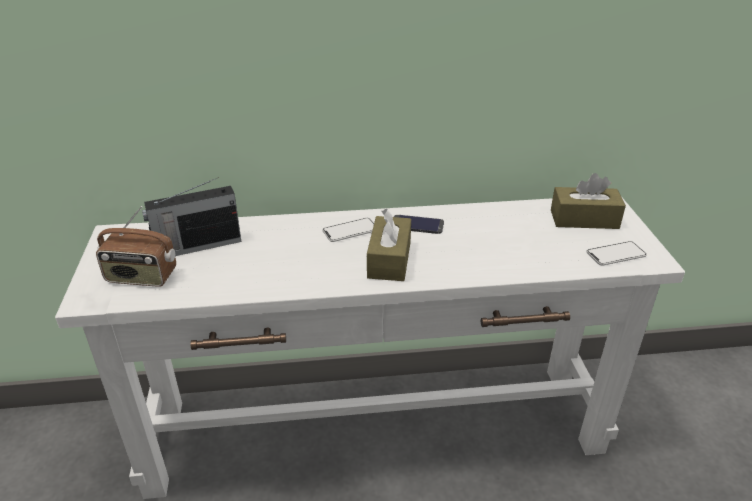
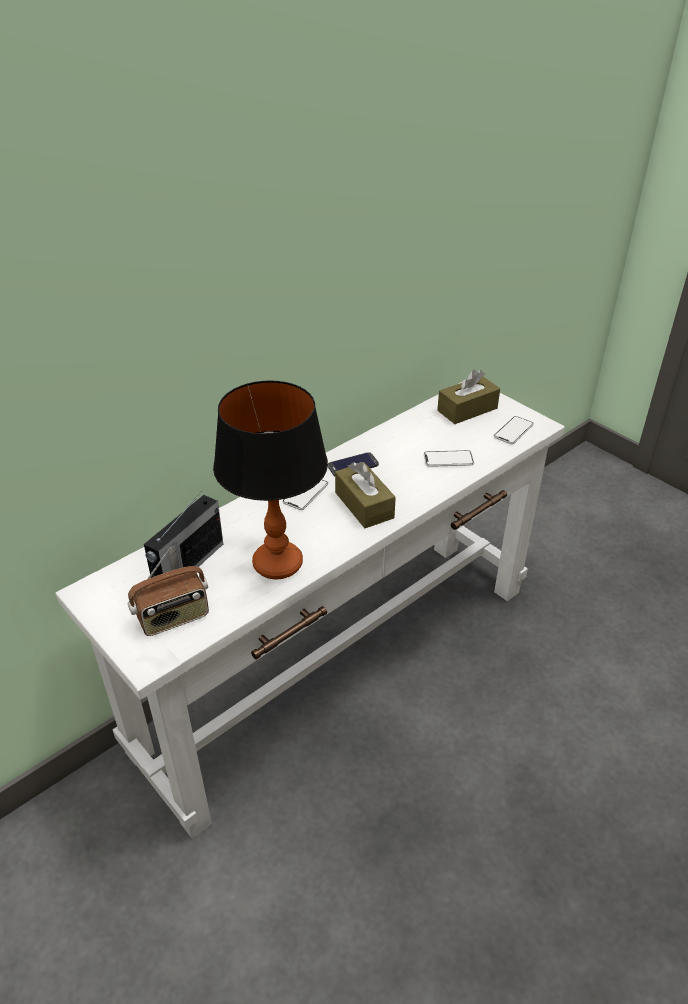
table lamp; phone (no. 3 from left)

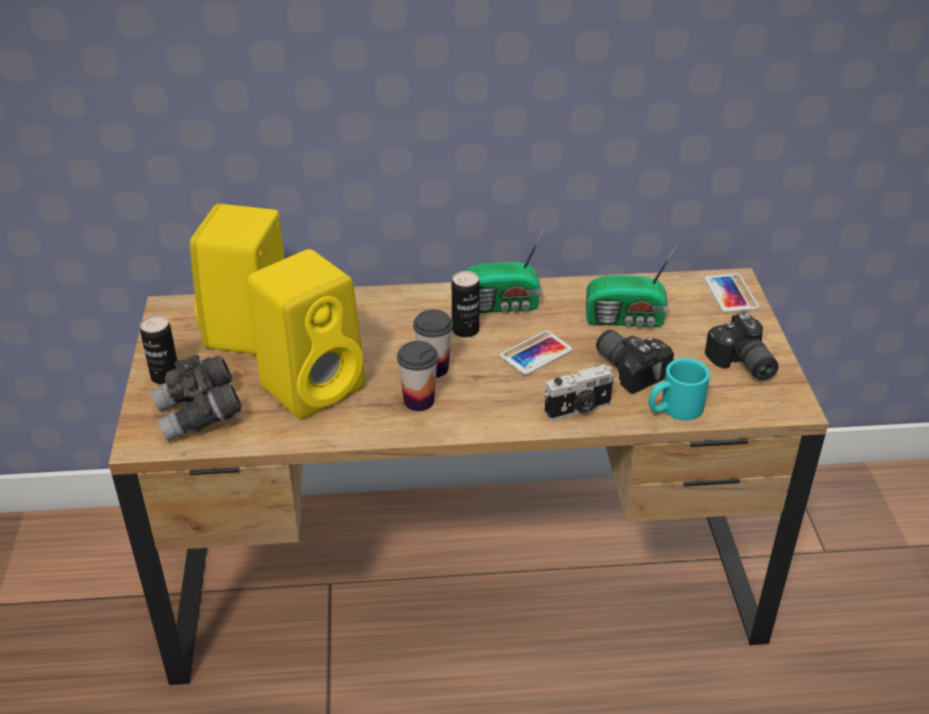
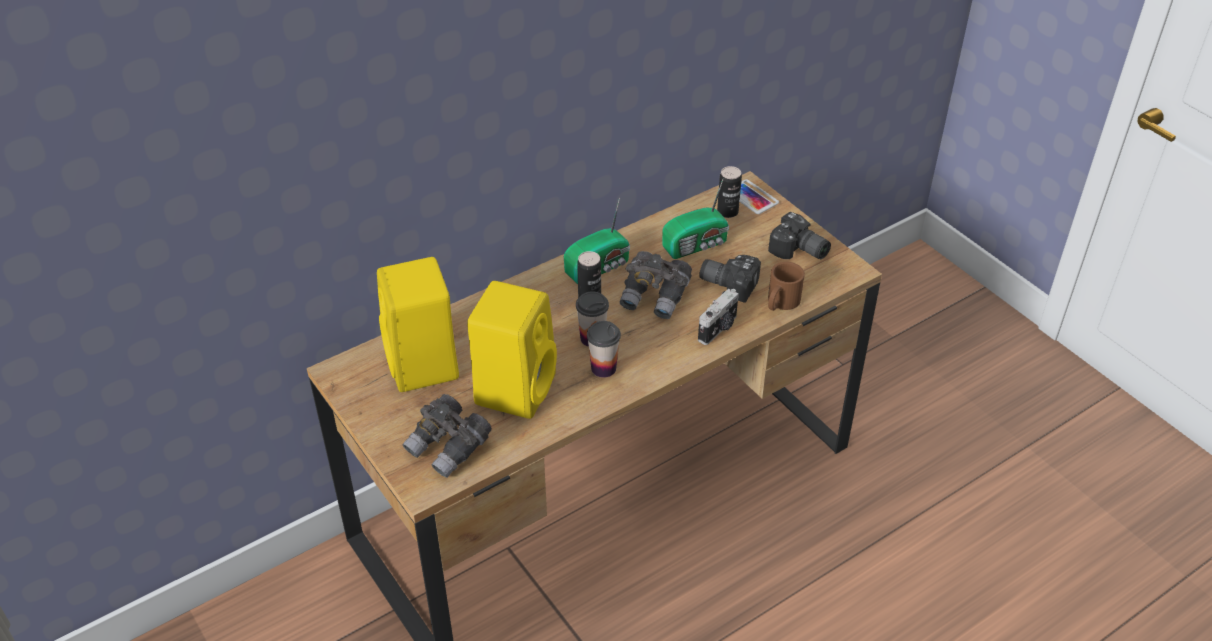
can (no. 2 from left); grey binoculars (no. 2 from left); brown mug

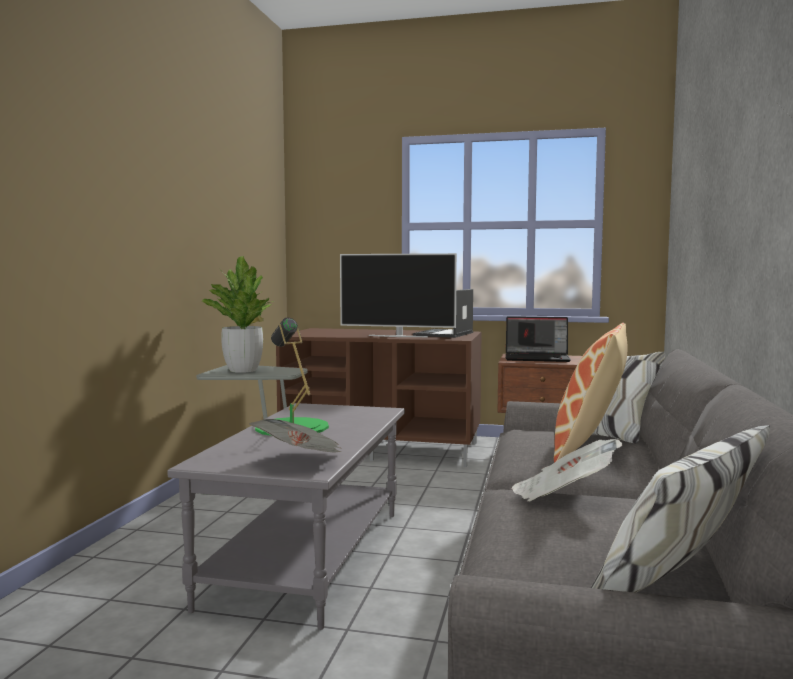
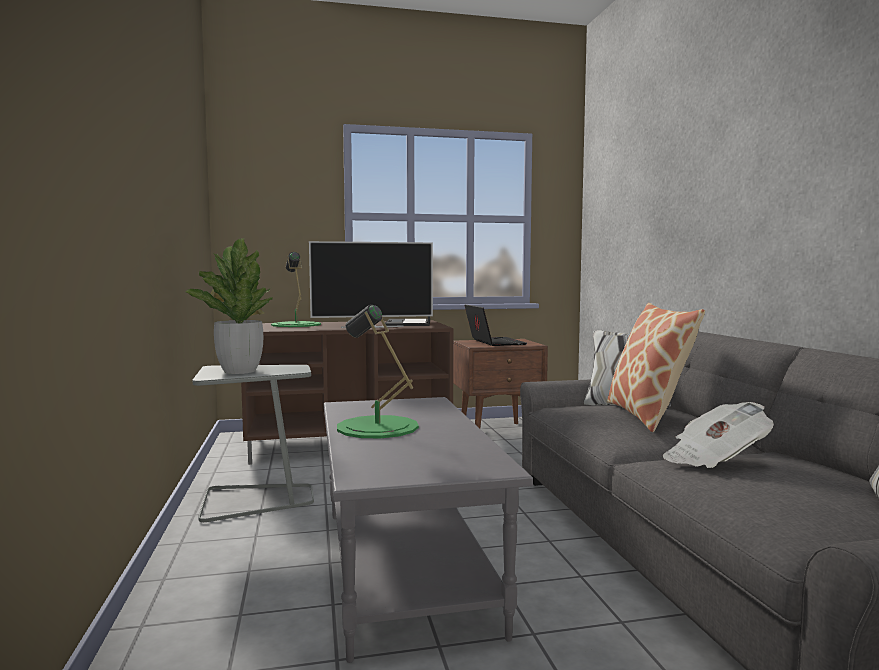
newspaper (no. 1 from left in the first image); green table lamp (no. 1 from left); laptop (no. 2 from left)

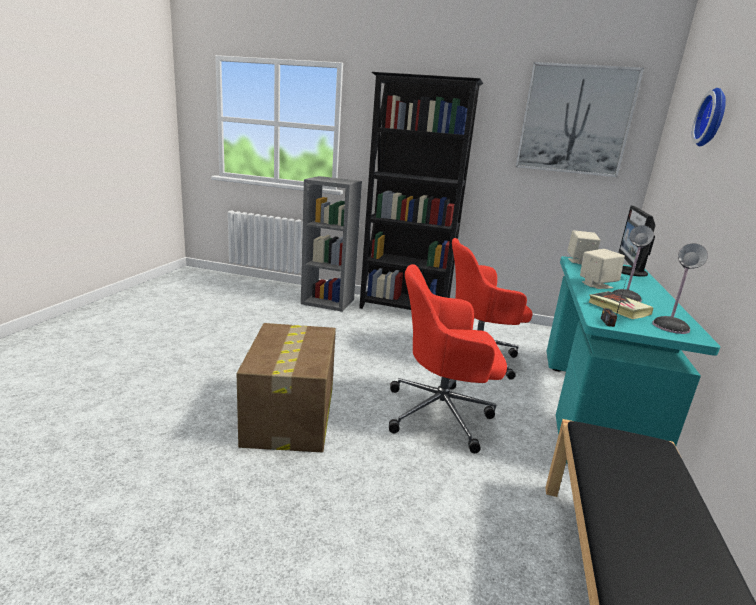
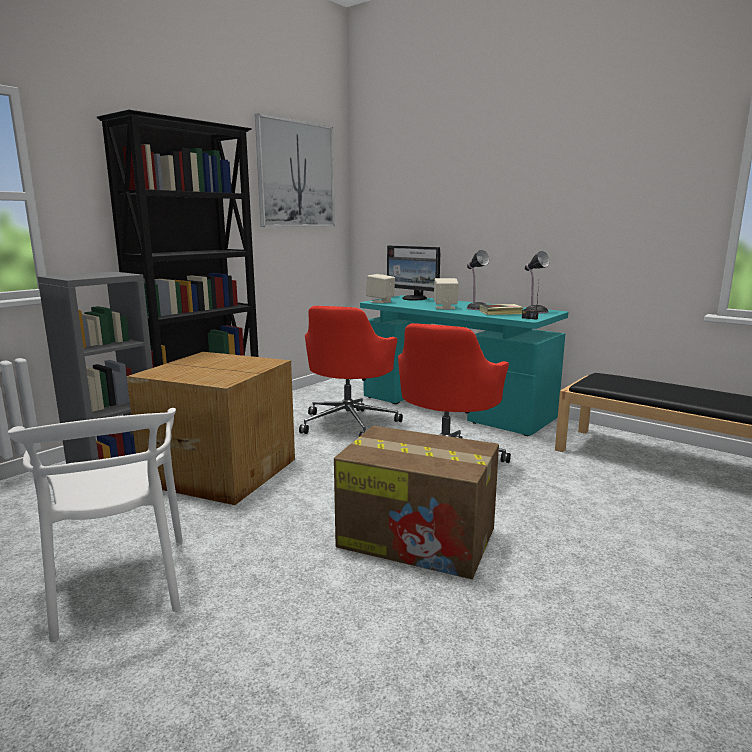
wall clock; white chair; cardboard box (no. 1 from left)

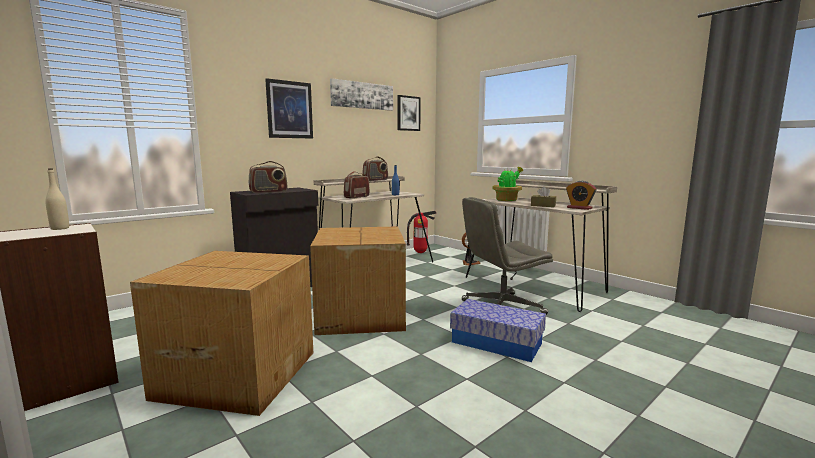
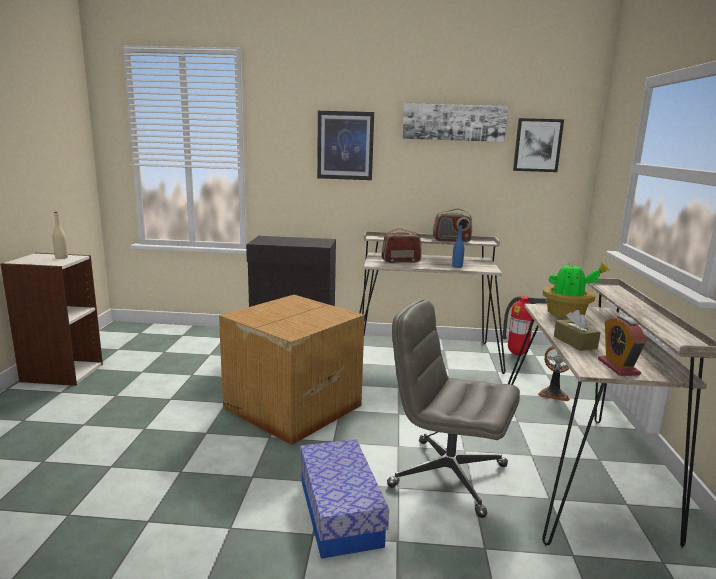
cardboard box (no. 1 from left in the first image); radio (no. 1 from left in the first image)

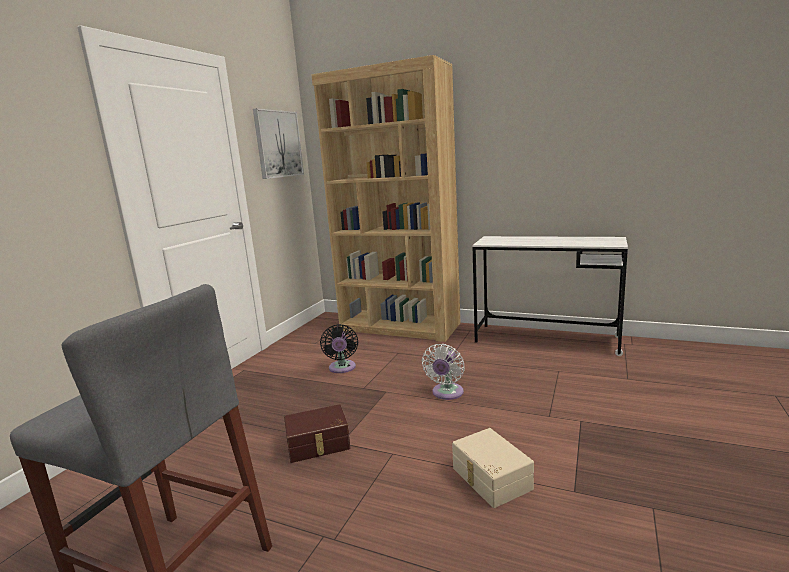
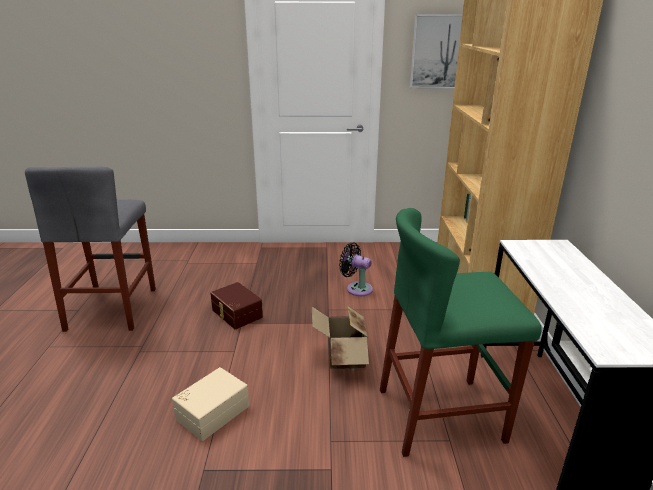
green stool; cardboard box; black fan

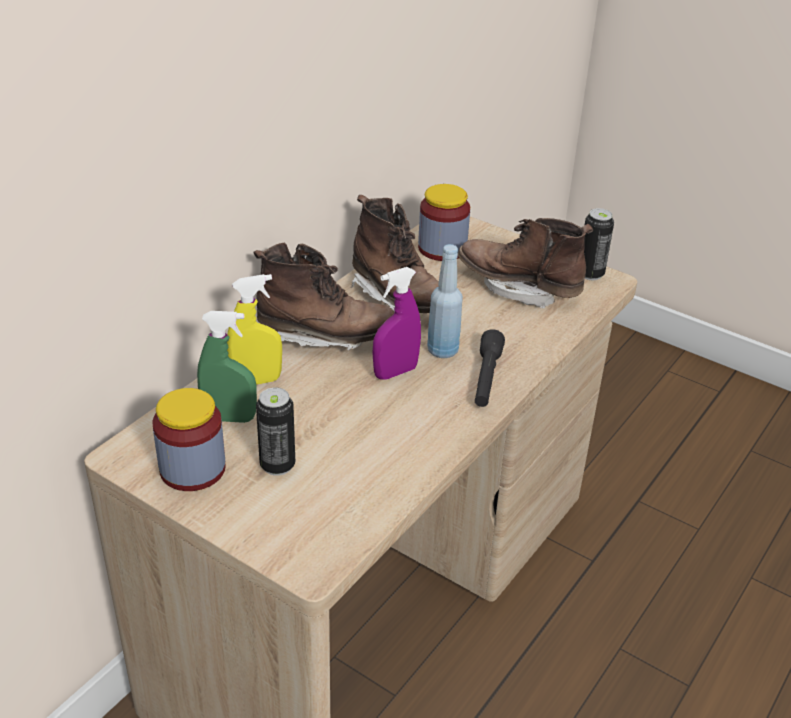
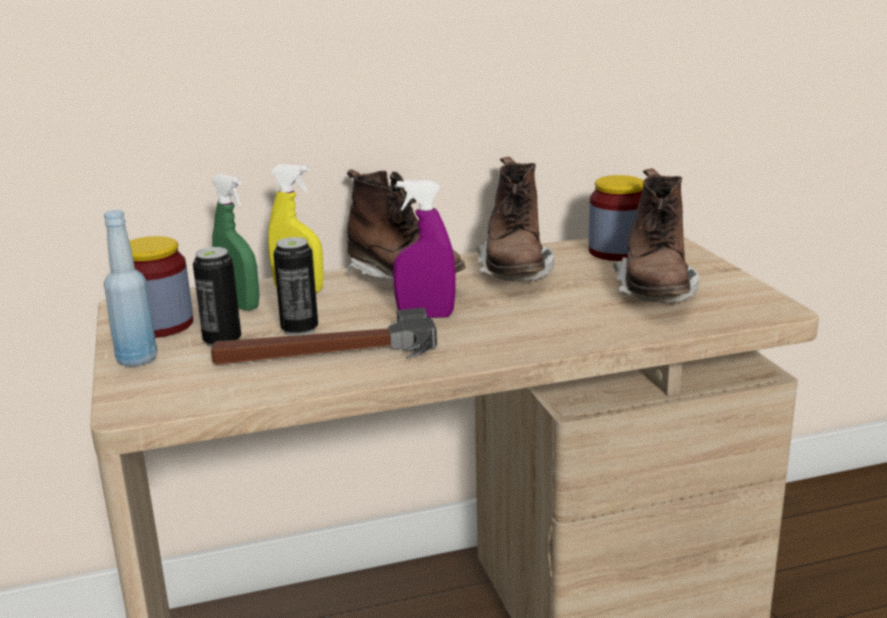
black flashlight; hammer; blue bottle; can (no. 2 from left); brown boot (no. 3 from left)

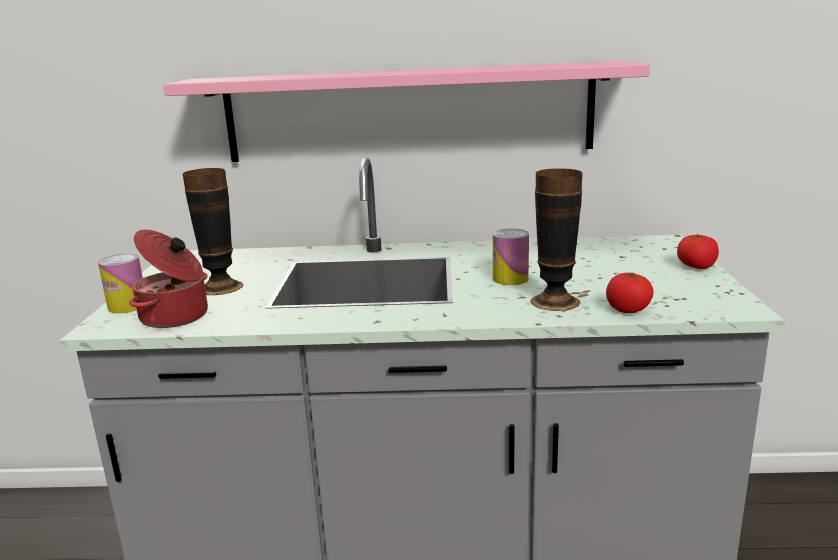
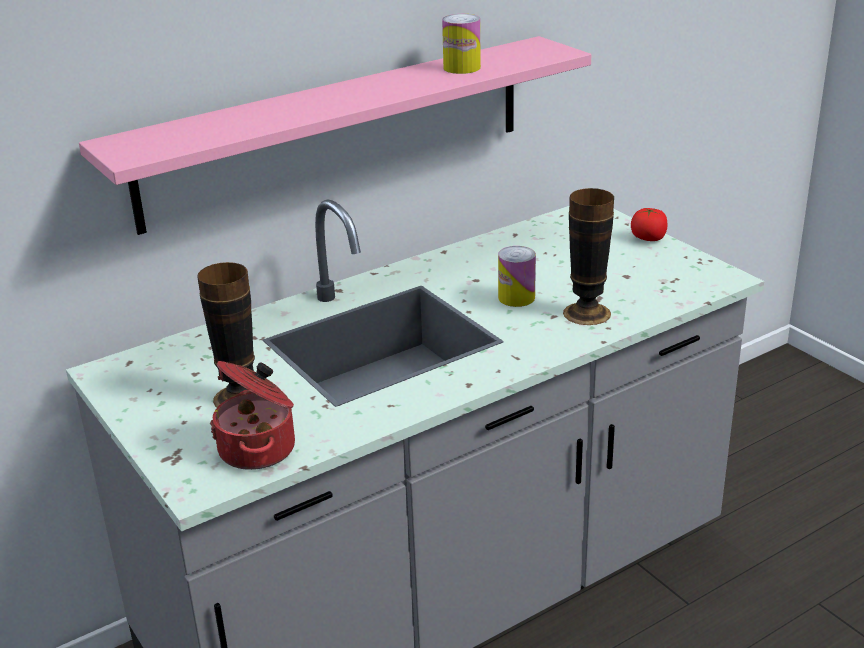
tomato (no. 1 from left in the first image); can (no. 1 from left)

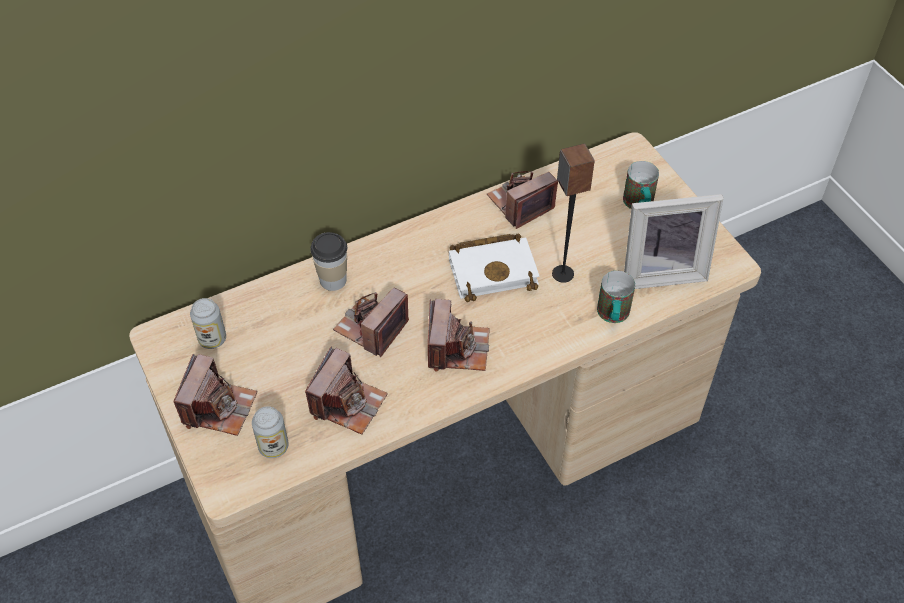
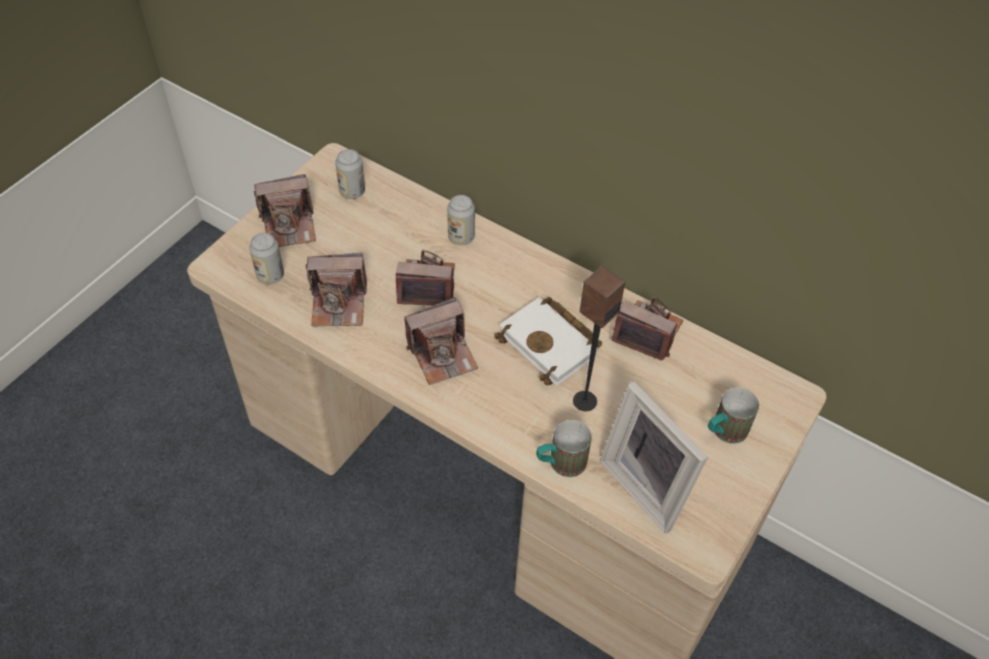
can (no. 3 from left)

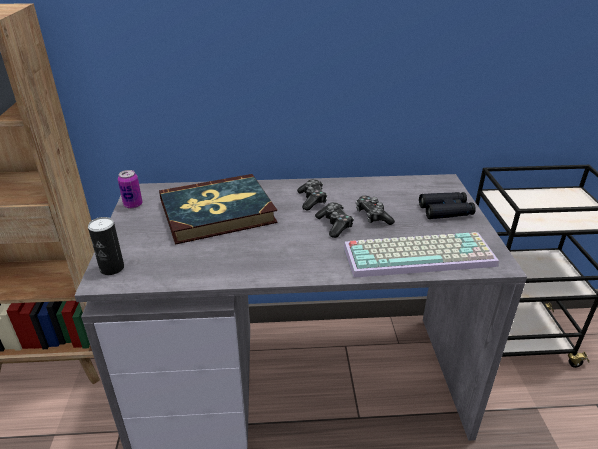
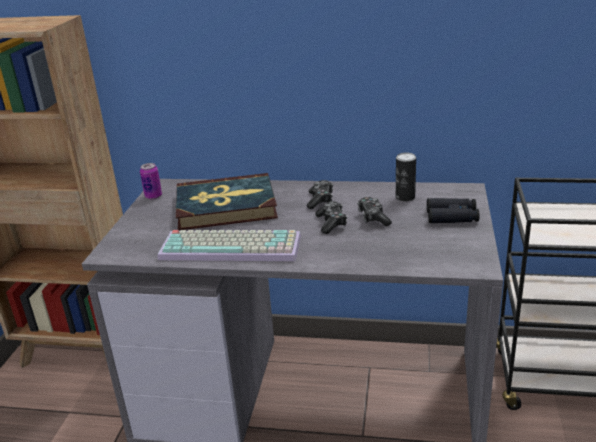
can (no. 2 from left); keyboard

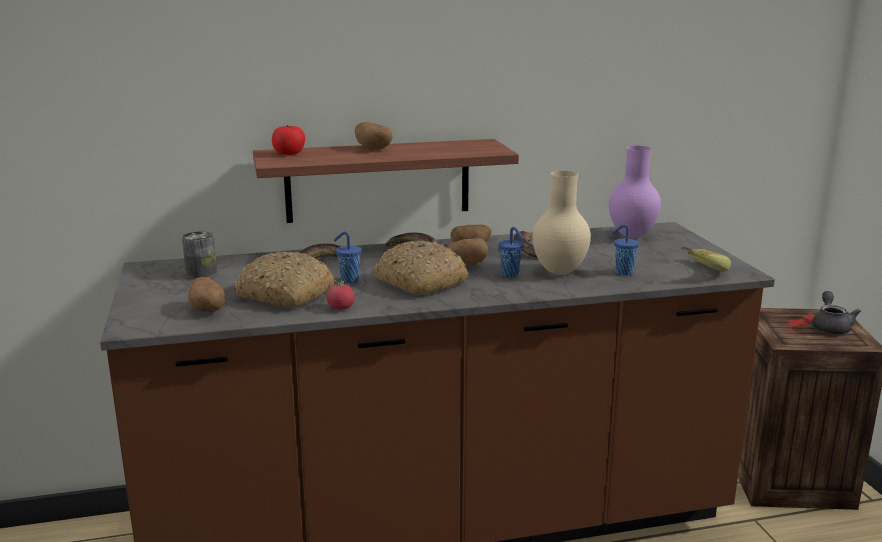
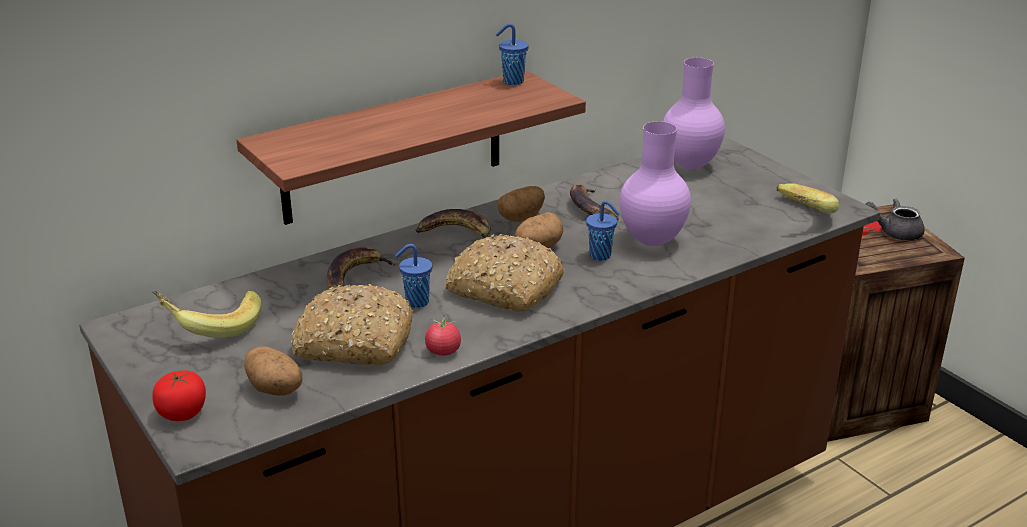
potato (no. 2 from left in the first image); tomato (no. 1 from left); blue cup (no. 2 from left); banana (no. 1 from left); purple vase (no. 1 from left); grey teapot

